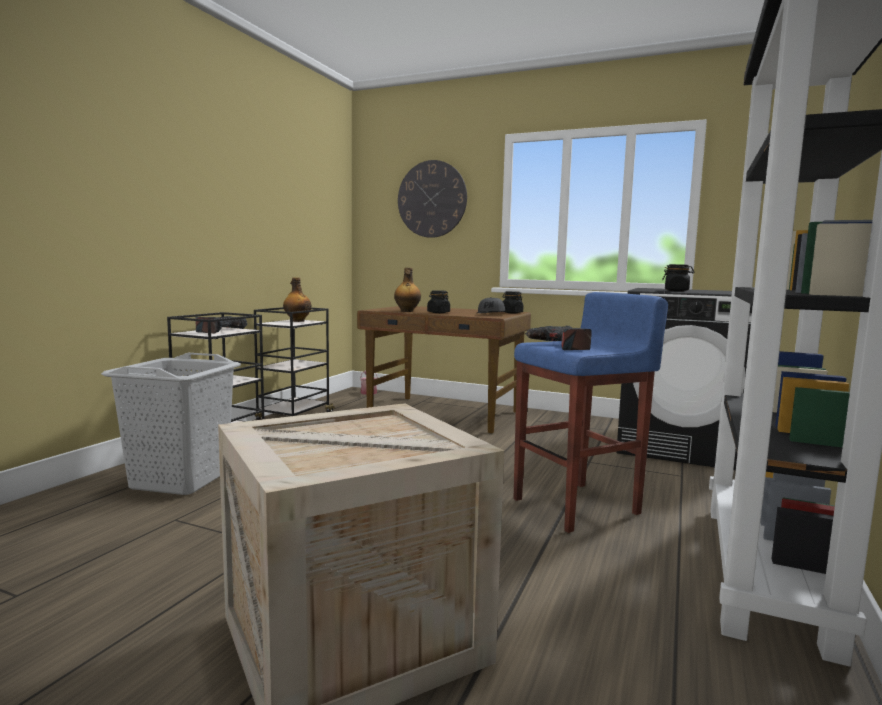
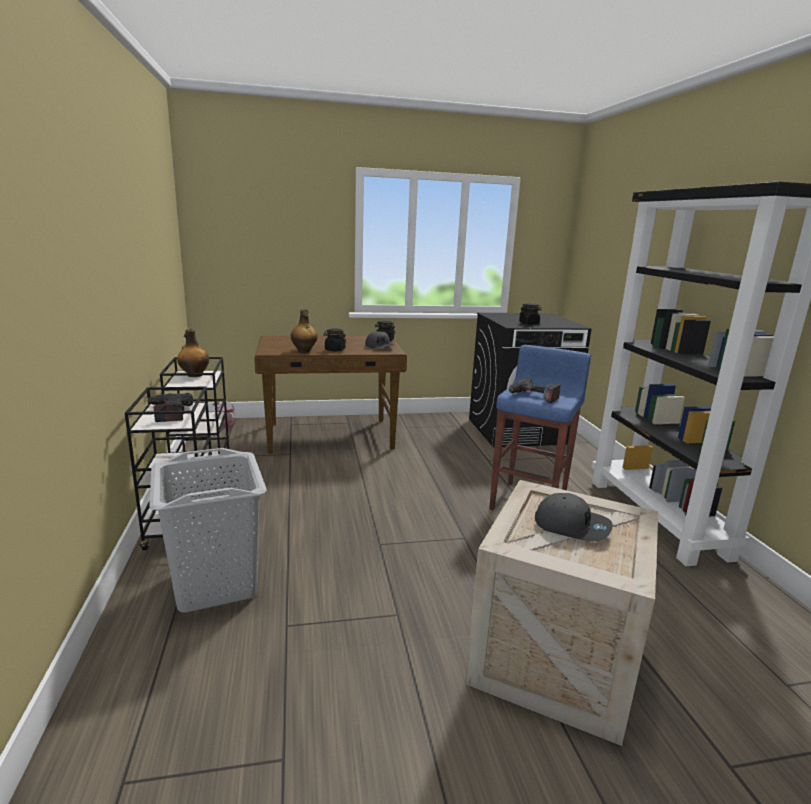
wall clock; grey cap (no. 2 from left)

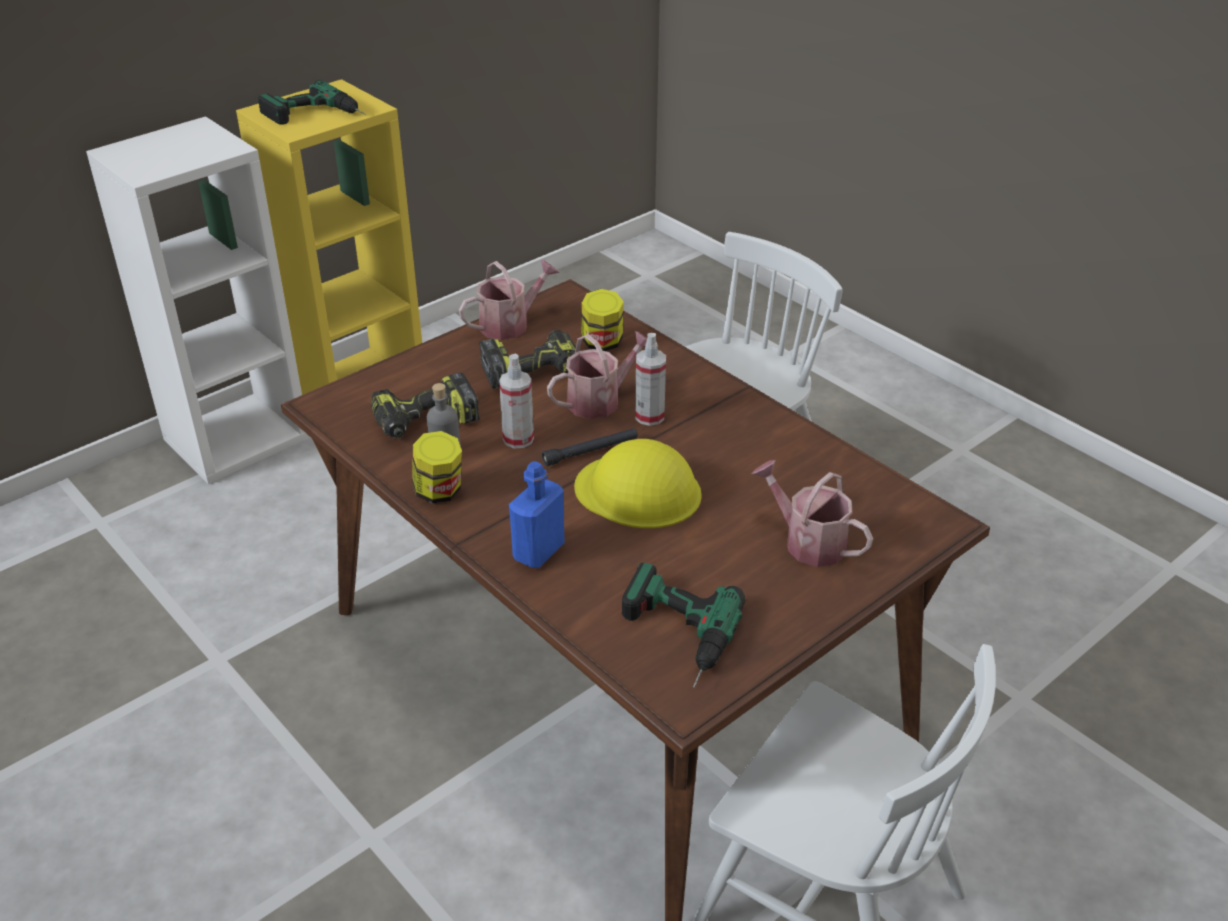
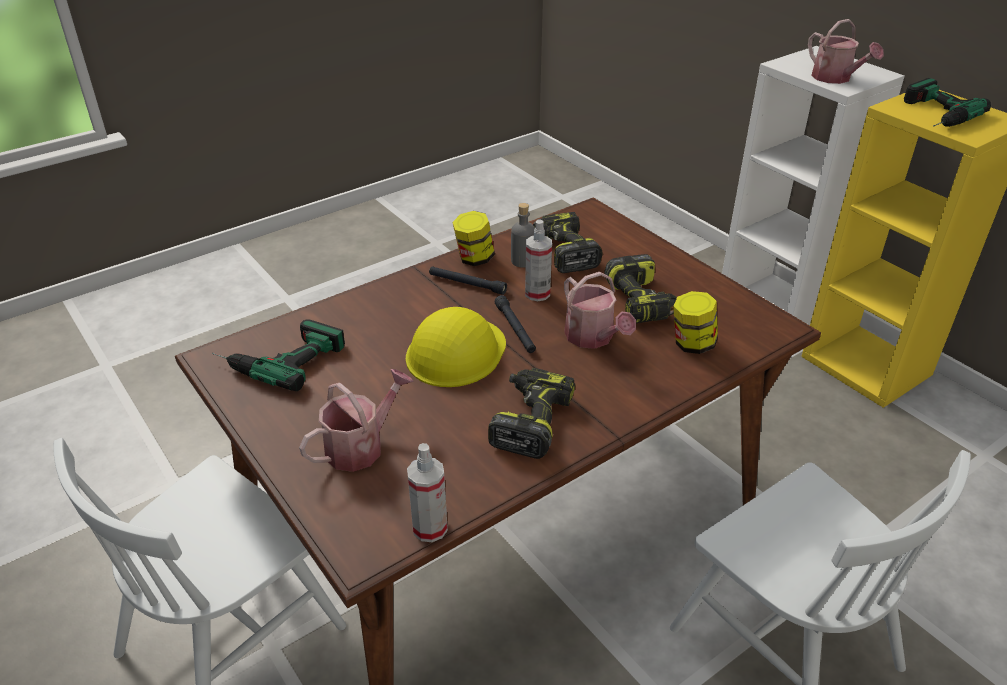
blue bottle; black flashlight (no. 1 from left); power drill (no. 2 from left); watering can (no. 3 from left); spray bottle (no. 1 from left)

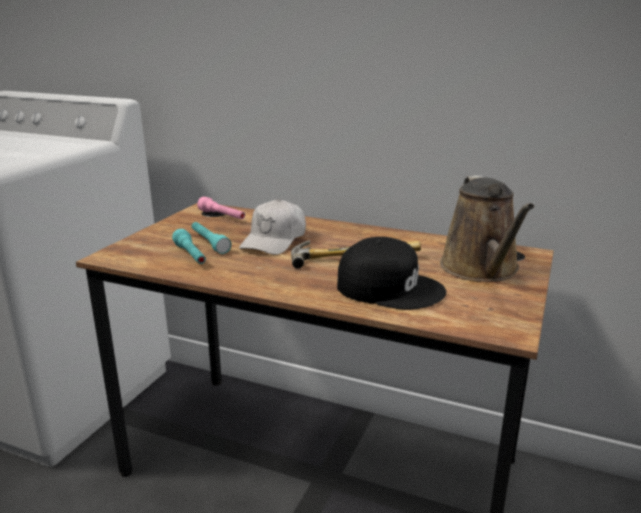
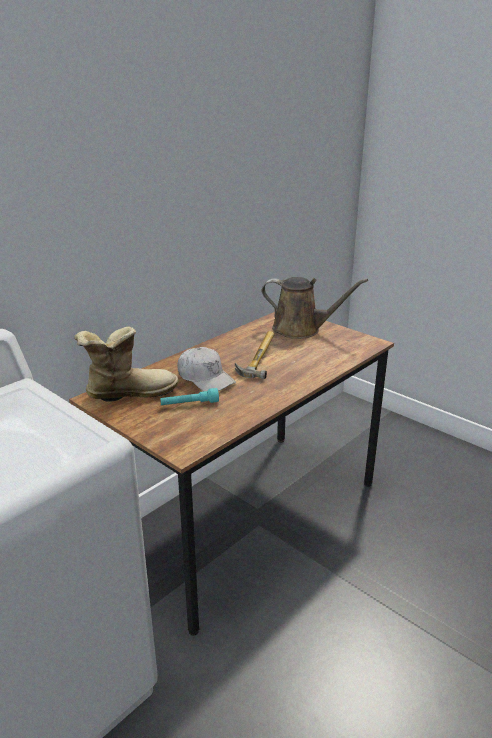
turquoise flashlight (no. 1 from left in the first image); black cap; boot

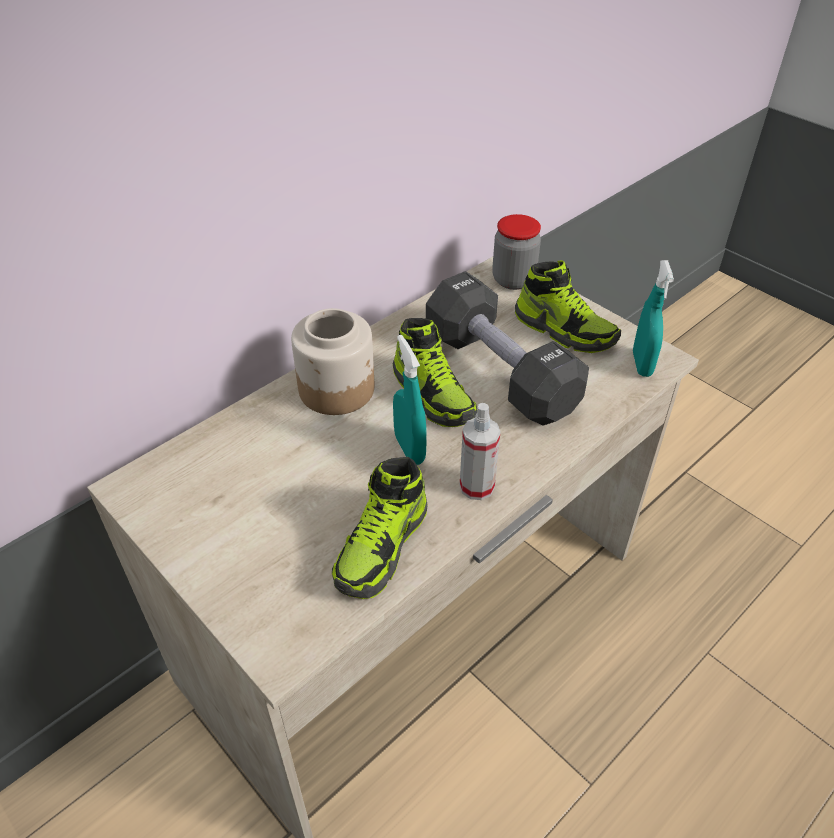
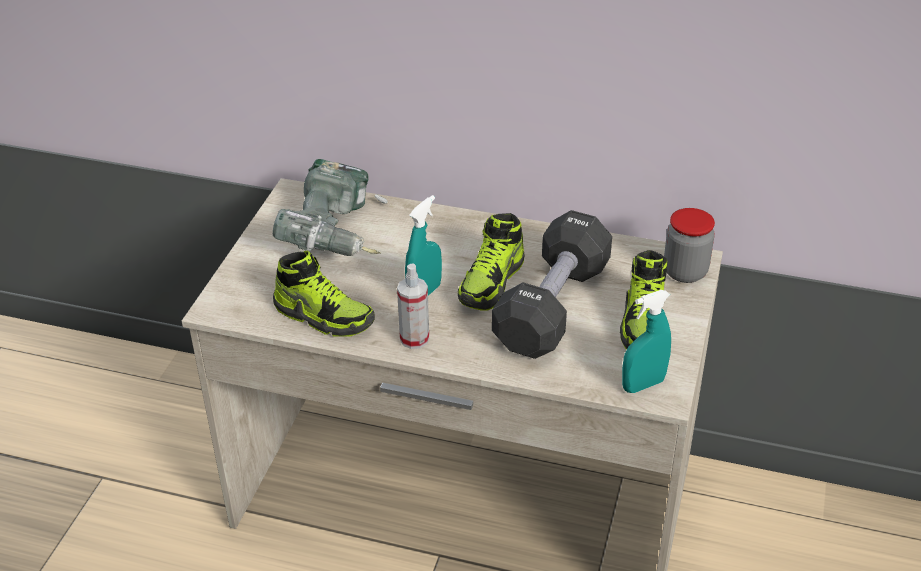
jar (no. 1 from left in the first image); power drill; shoe (no. 1 from left)

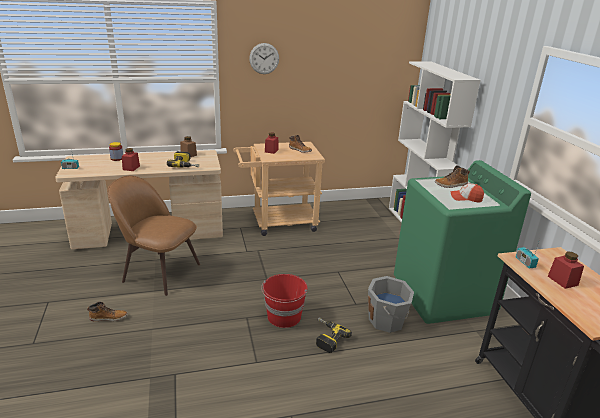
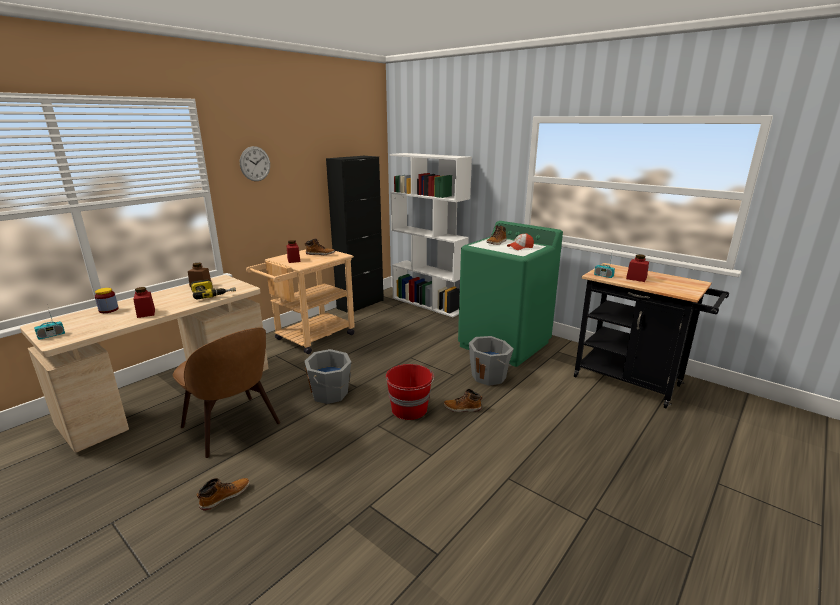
grey bucket (no. 1 from left); black cabinet; boot (no. 3 from left); brown chair

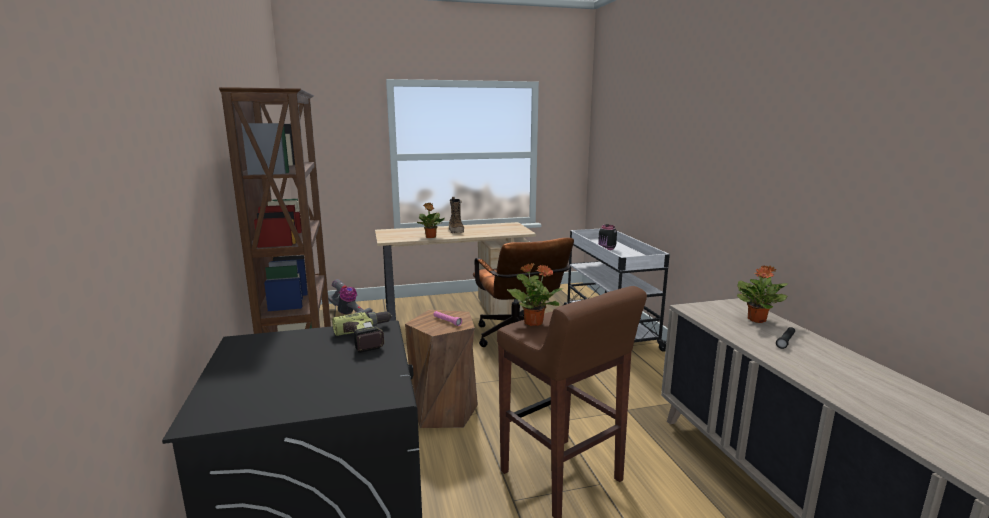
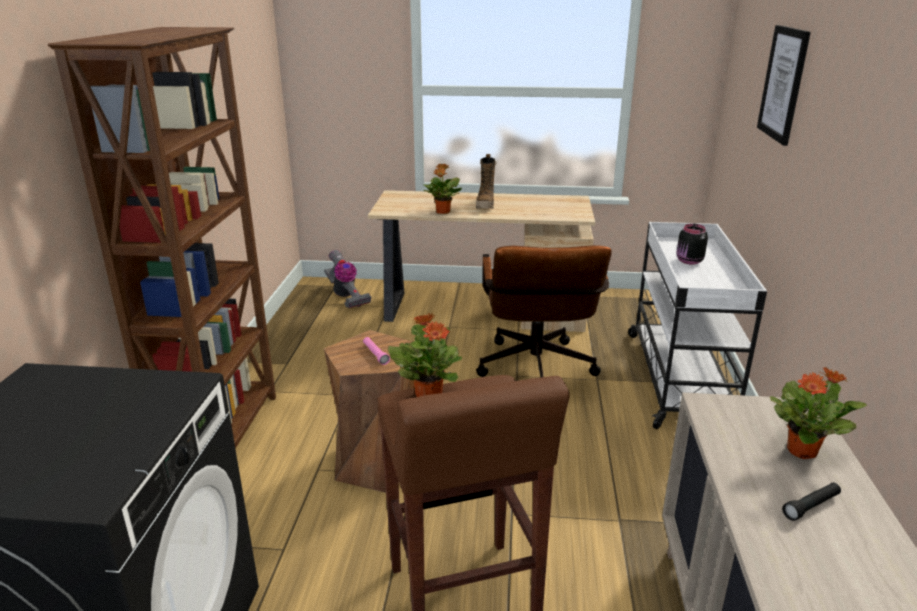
power drill; picture

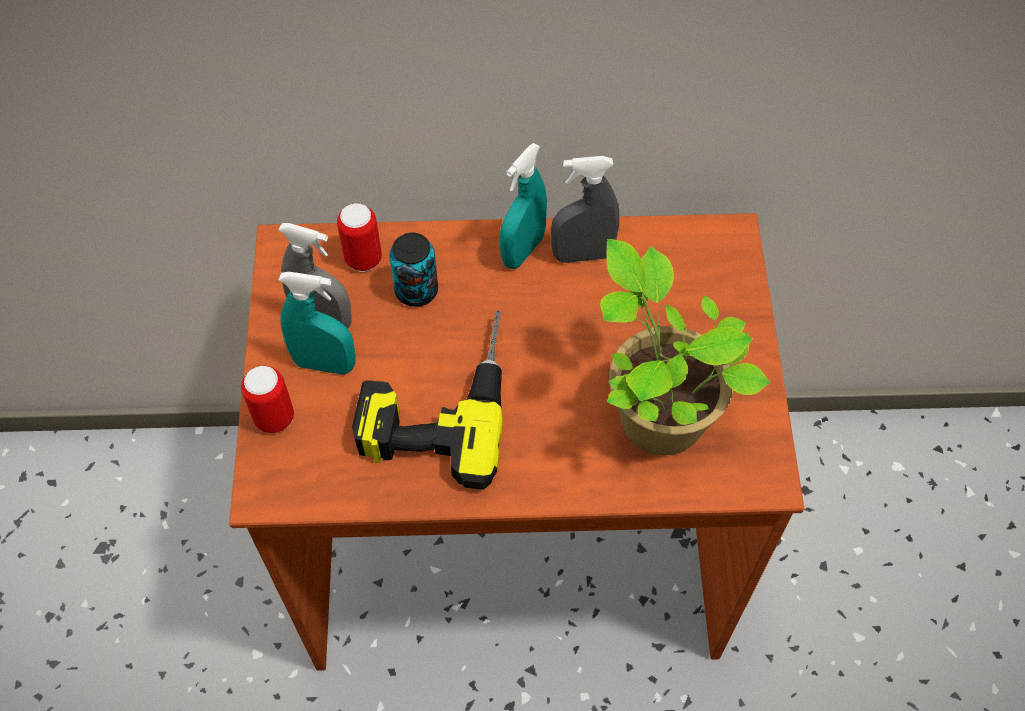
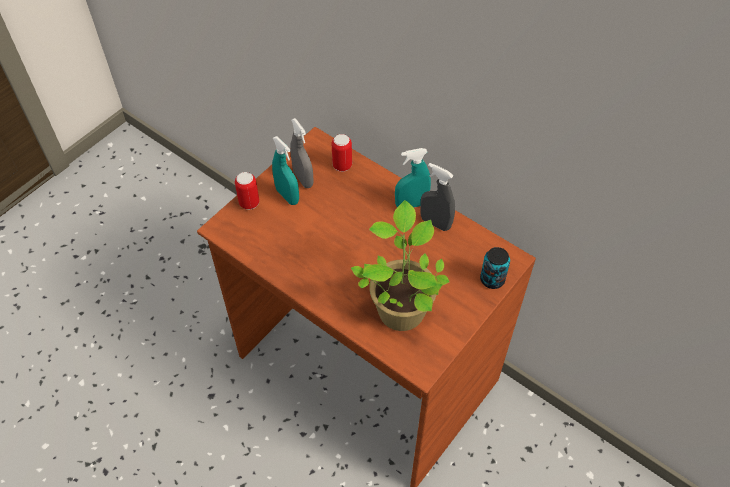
power drill; can (no. 3 from left)

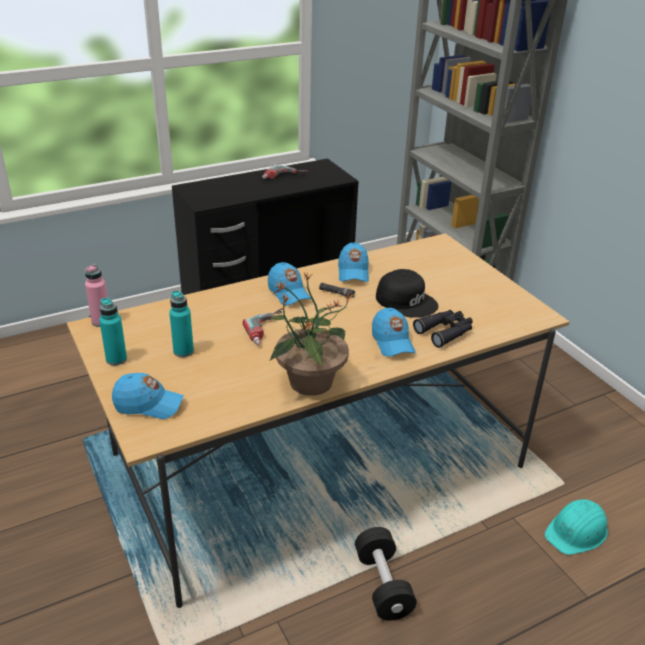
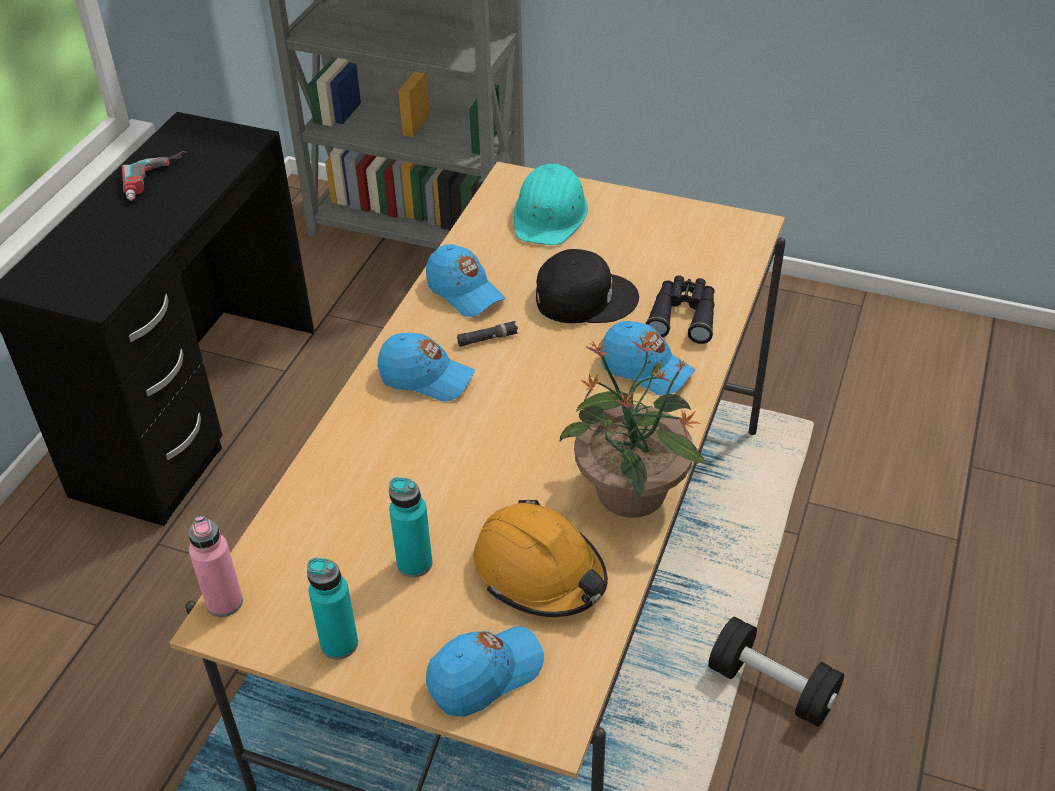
power drill (no. 1 from left in the first image); orange hard hat; turquoise hard hat

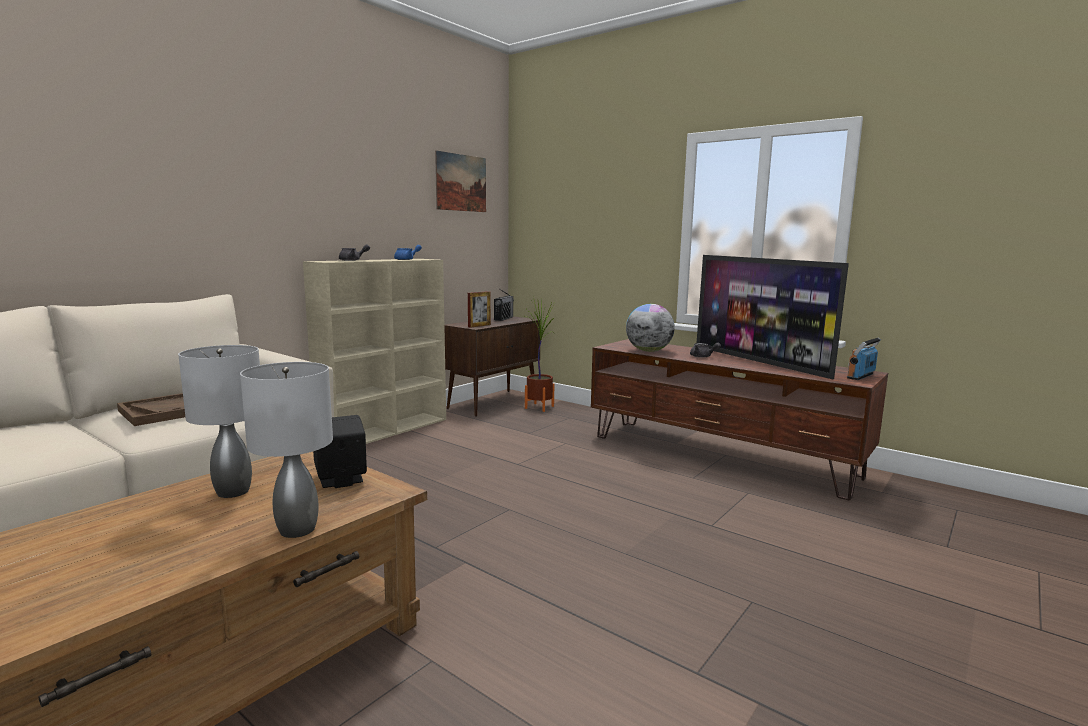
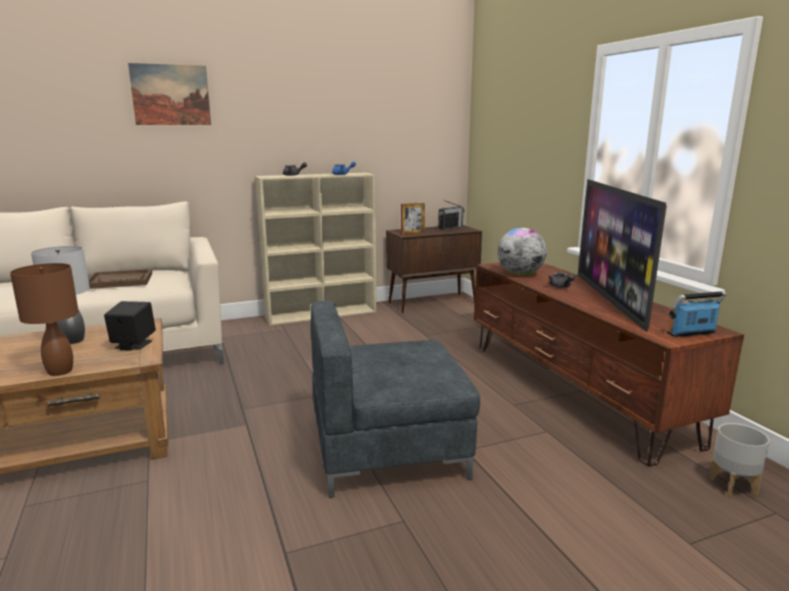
potted plant; grey armchair; grey planter; picture; brown table lamp

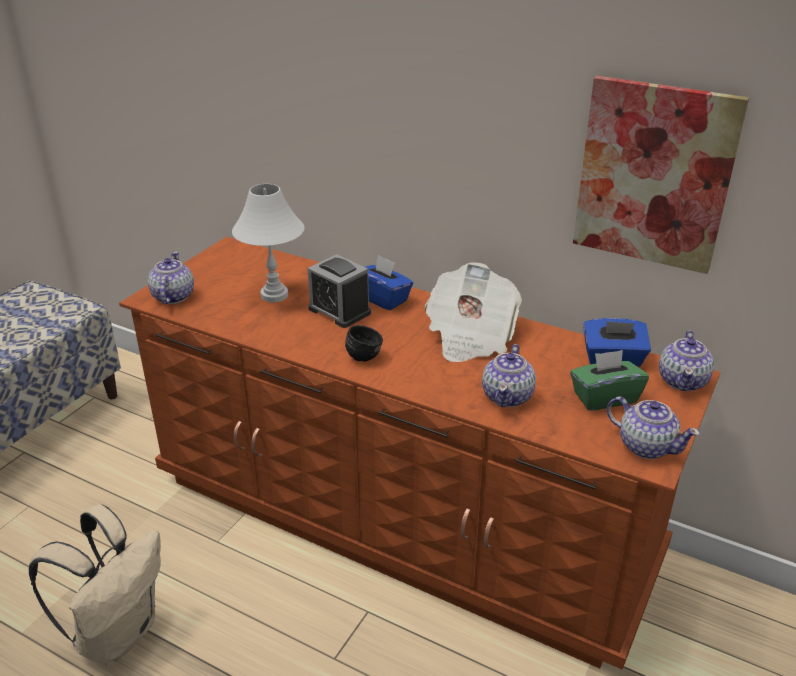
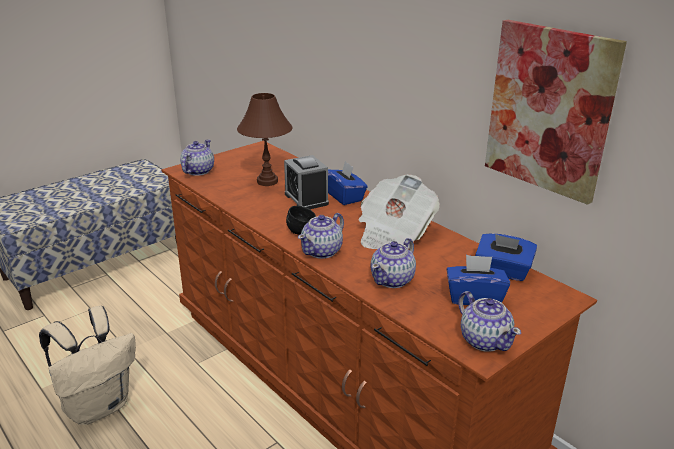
teapot (no. 2 from left); brown table lamp; blue tissue box (no. 2 from left)

